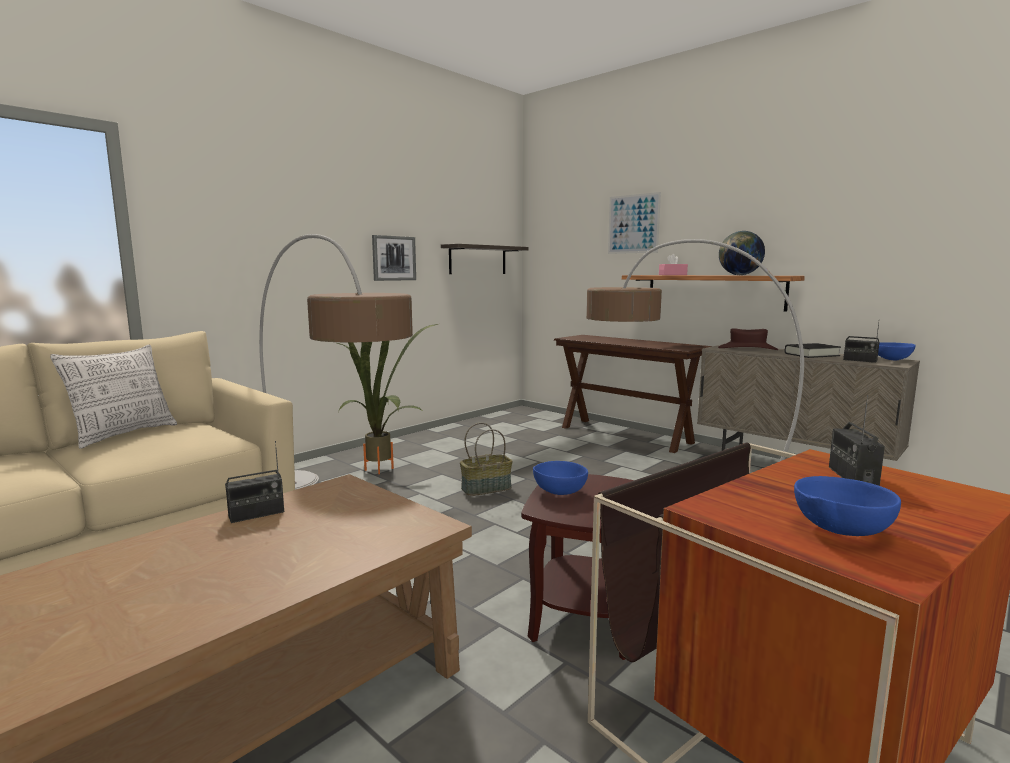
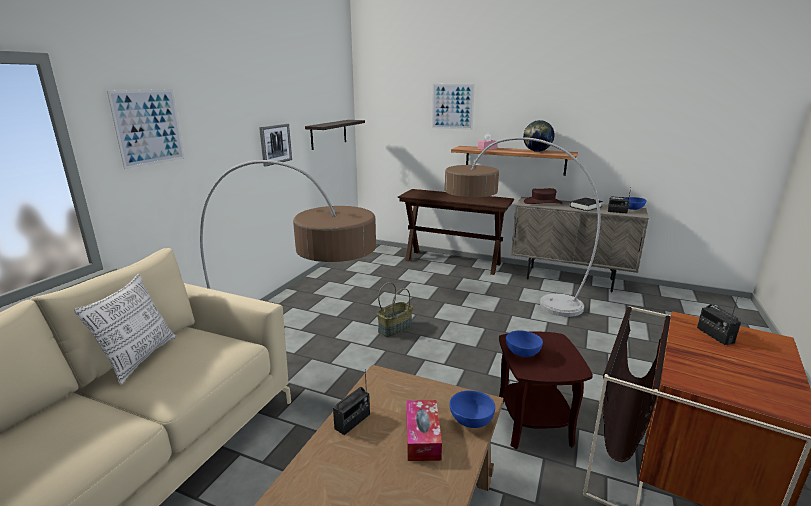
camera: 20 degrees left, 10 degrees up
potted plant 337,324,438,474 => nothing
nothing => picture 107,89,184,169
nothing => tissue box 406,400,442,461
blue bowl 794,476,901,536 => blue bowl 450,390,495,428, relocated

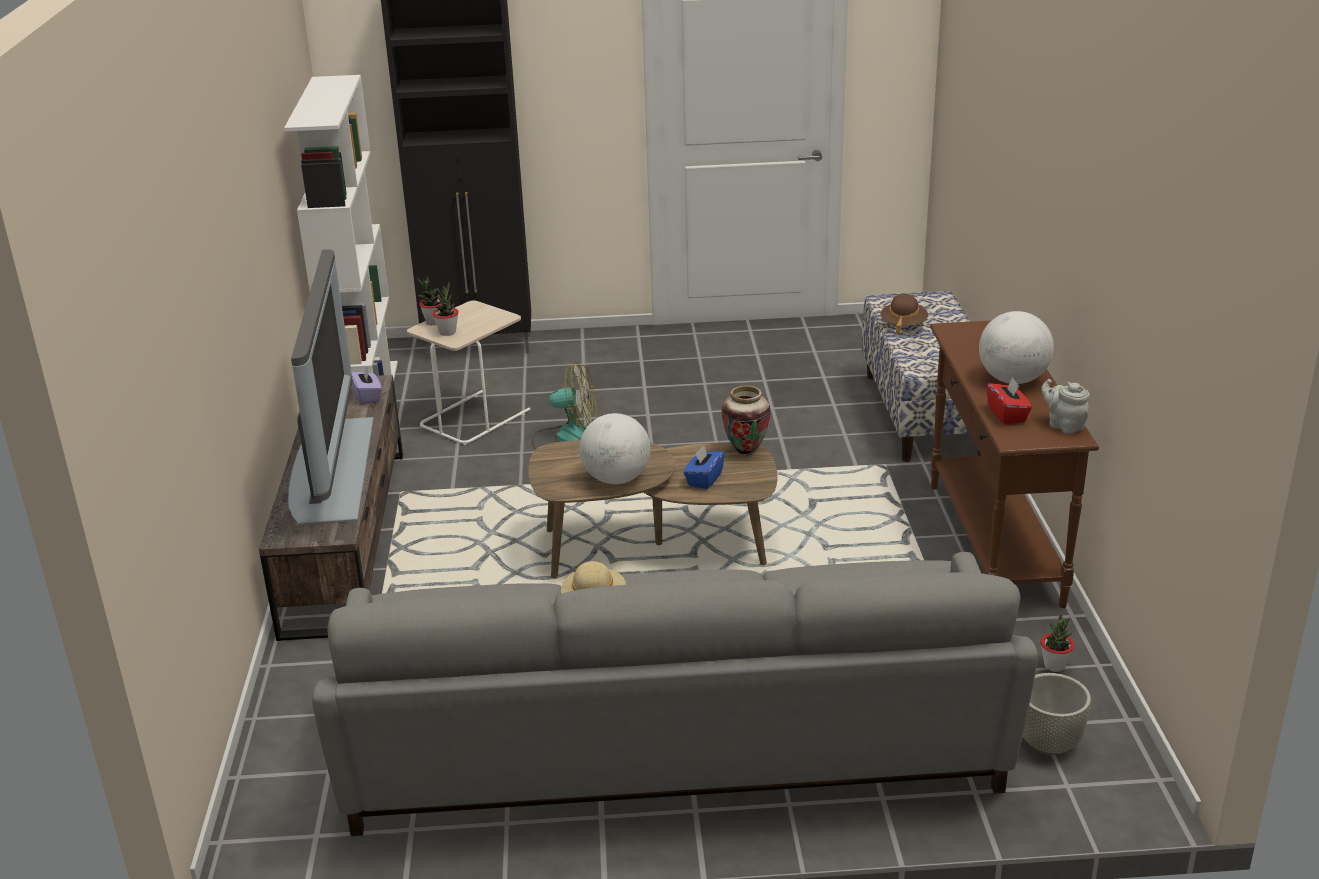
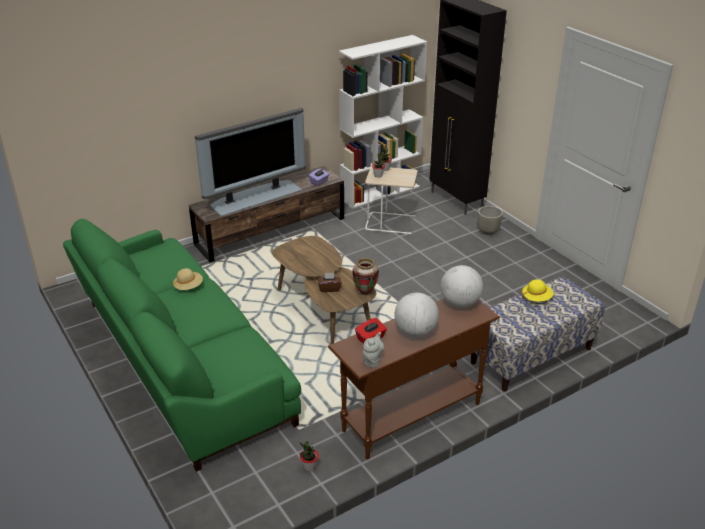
camera: 60 degrees right, 5 degrees up
fan 532,362,596,450 => nothing
globe 580,413,651,484 => globe 441,265,483,308, relocated
grey planter 1023,673,1091,755 => grey planter 478,206,503,235, relocated
grey sofa 312,552,1038,836 => green sofa 63,219,301,472
blue tissue box 684,445,725,489 => brown tissue box 318,273,341,292
brown hat 881,294,928,335 => yellow hat 522,279,553,302

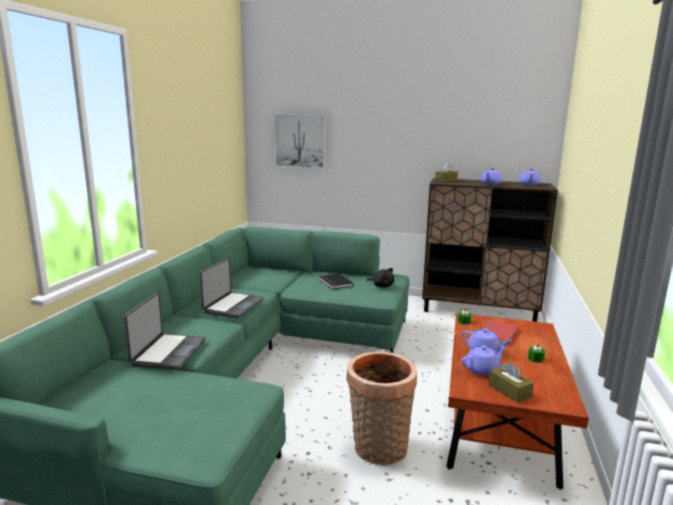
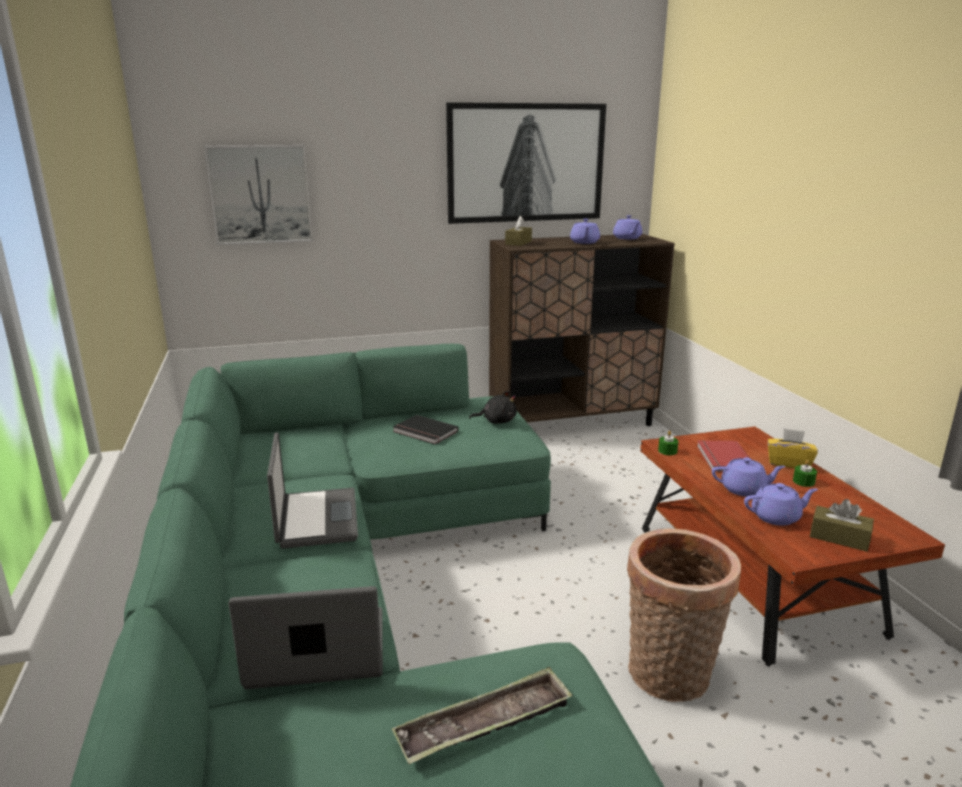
camera: 30 degrees left, 5 degrees up
nothing => tray 392,667,572,764
nothing => picture 446,102,606,224
nothing => yellow tissue box 768,428,818,468
laptop 124,292,206,370 => laptop 228,586,383,689, 75 degrees counterclockwise
purple teapot 462,345,507,376 => purple teapot 744,483,818,526, 45 degrees clockwise

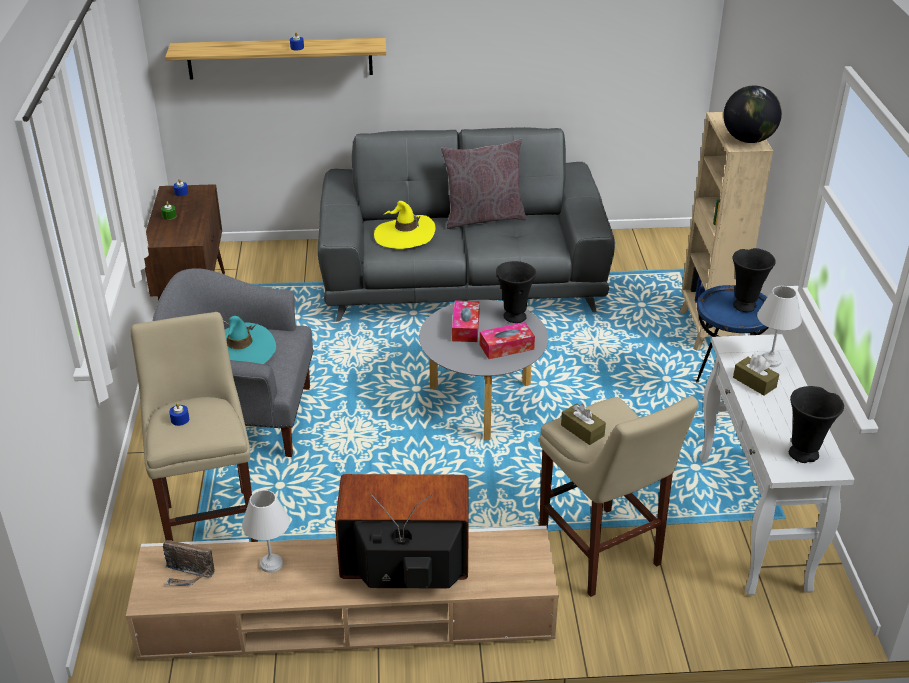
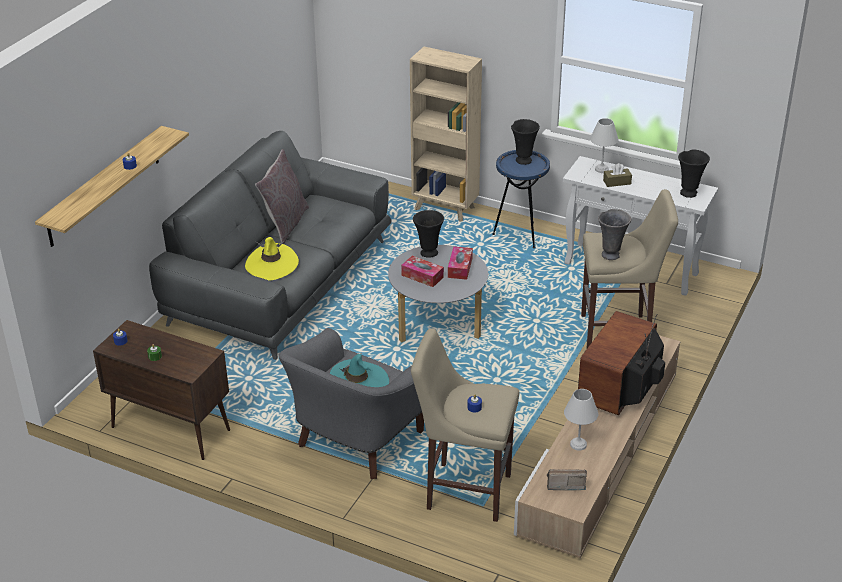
camera: 60 degrees left, 0 degrees up
globe 723,86,782,143 => nothing
brown tissue box 561,403,606,445 => grey vase 598,209,631,260
radio 163,540,215,586 => radio 547,469,587,490, 135 degrees counterclockwise

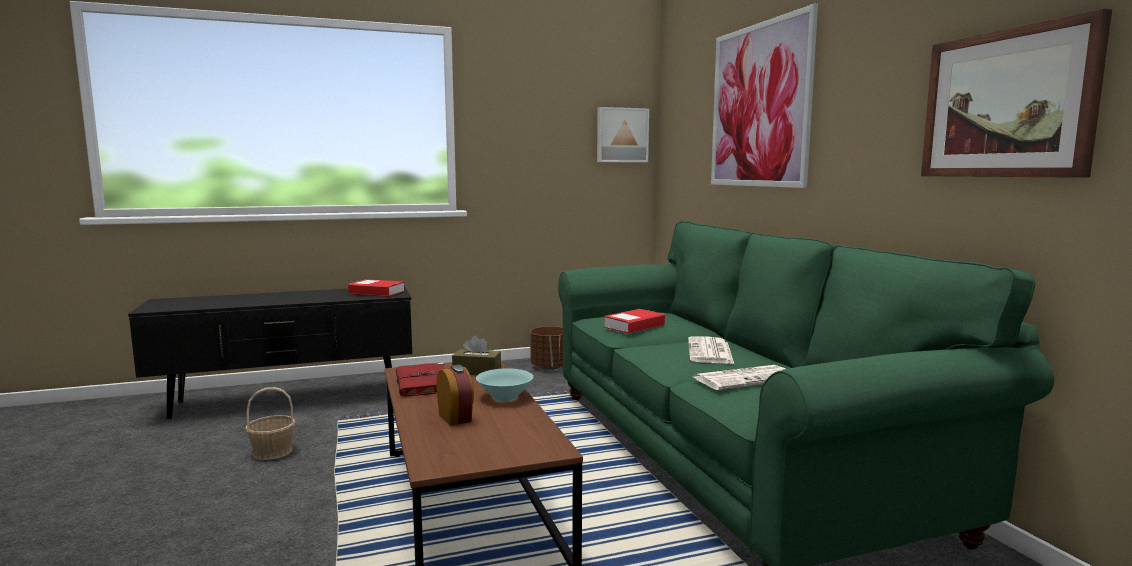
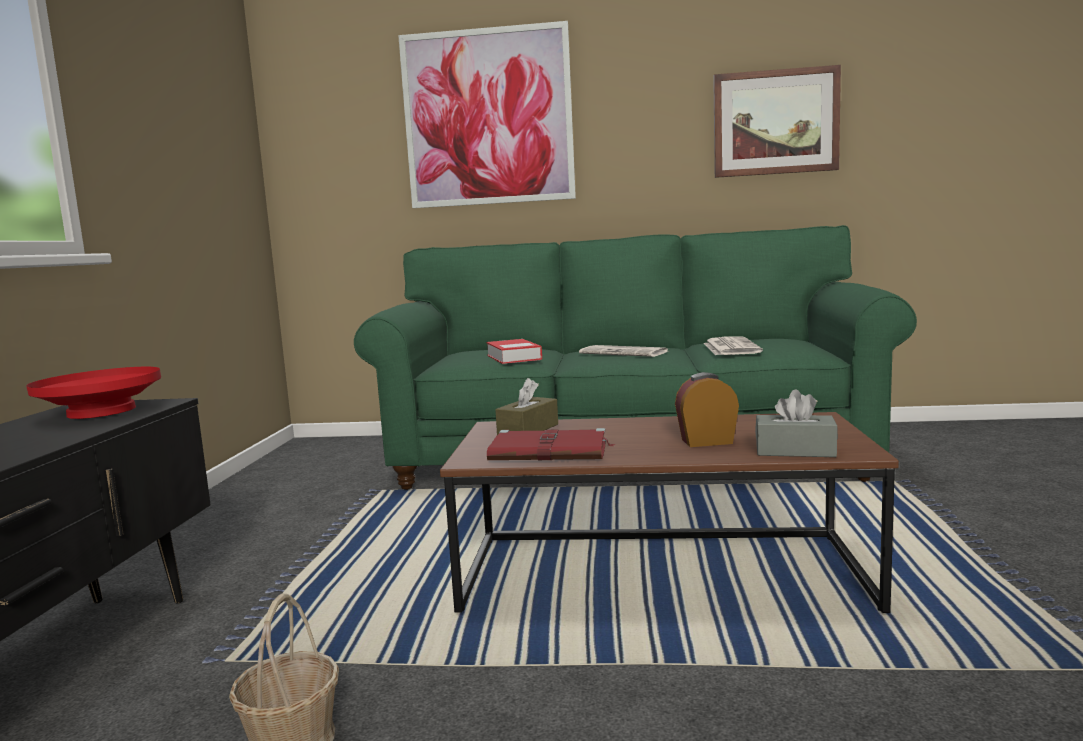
camera: 65 degrees left, 0 degrees up
turquoise bowl 476,368,533,402 => nothing
brown planter 530,326,563,370 => nothing
picture 597,107,649,162 => nothing
nothing => grey tissue box 755,390,838,457
book 348,279,405,297 => red bowl 26,367,161,419

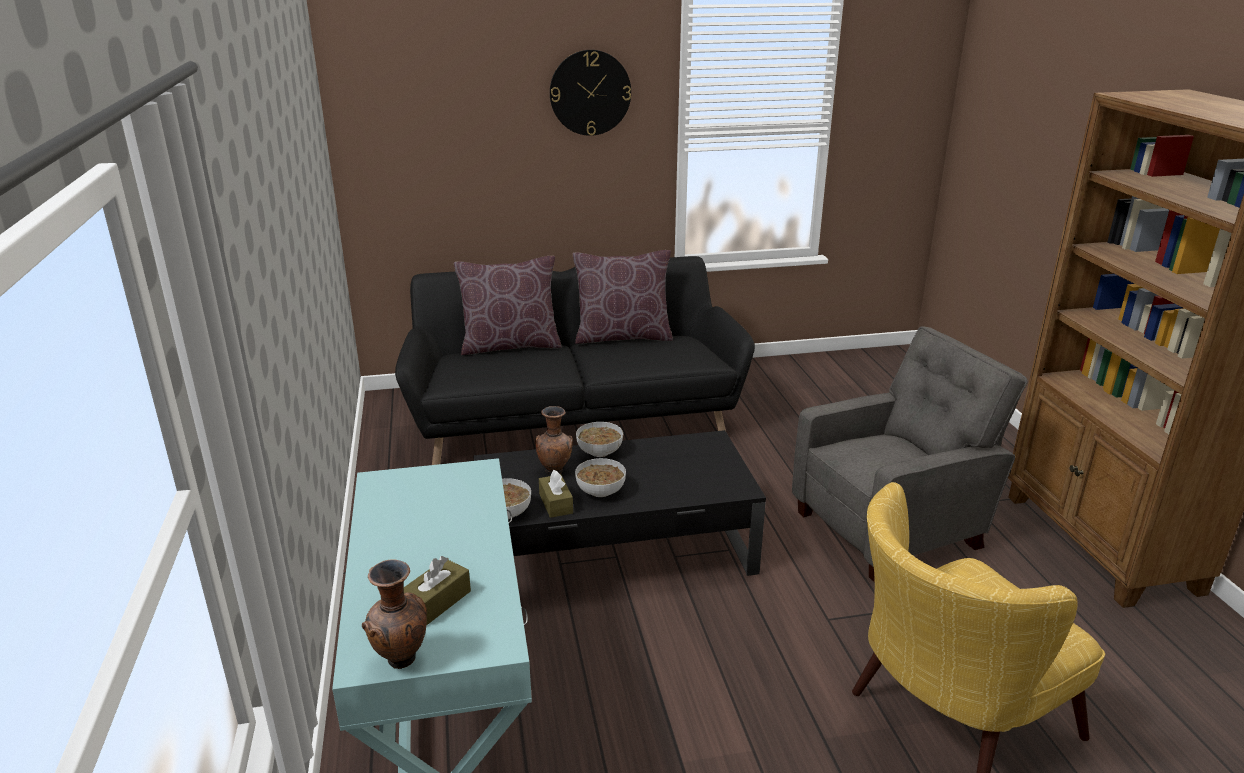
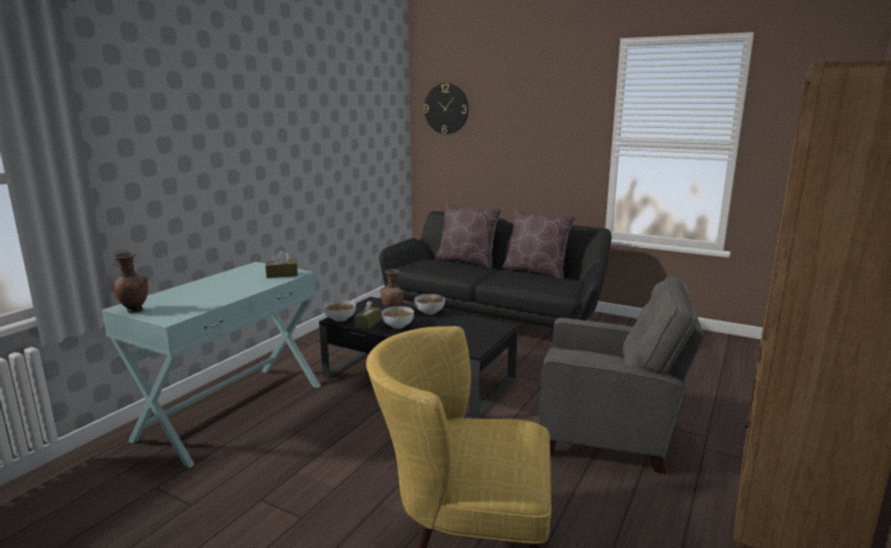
camera: 40 degrees right, 10 degrees down
brown tissue box 403,556,471,626 => brown tissue box 265,250,298,278, relocated
wall clock 550,50,631,136 => wall clock 424,83,469,134, relocated

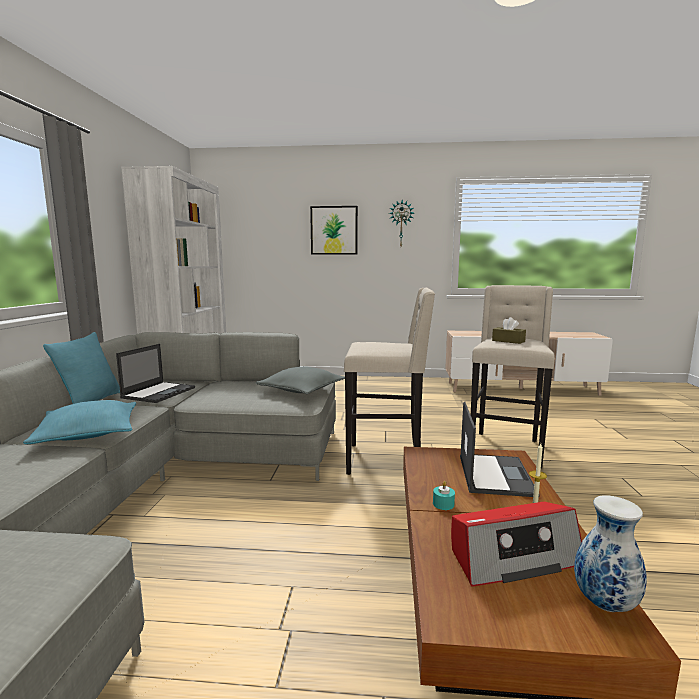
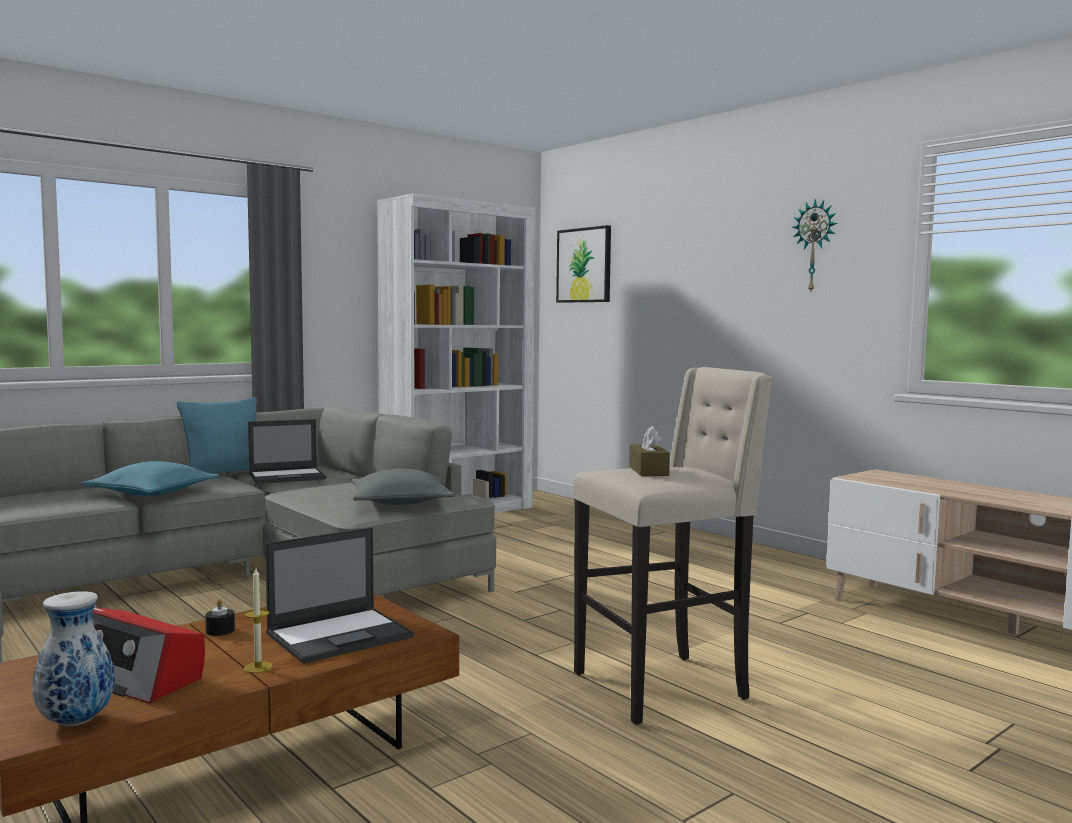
camera: 45 degrees right, 5 degrees down
beige stool 344,287,435,475 => nothing
picture 310,206,358,255 => picture 556,225,611,303, relocated
turquoise candle 433,481,455,510 => black candle 205,599,235,636

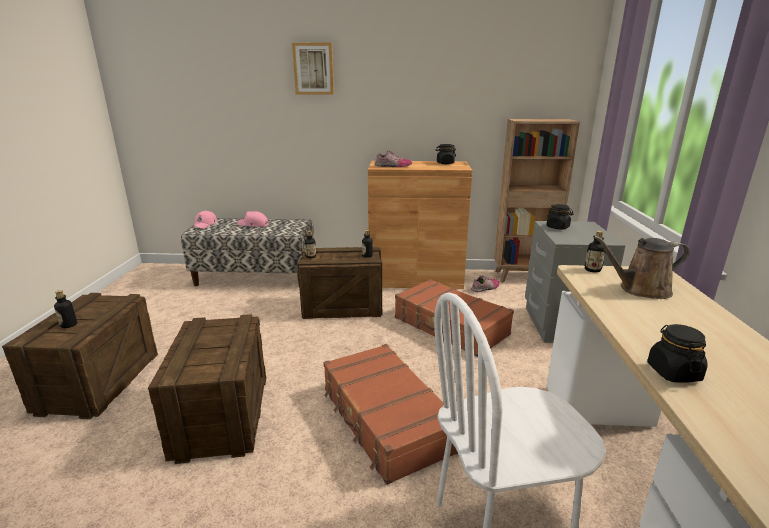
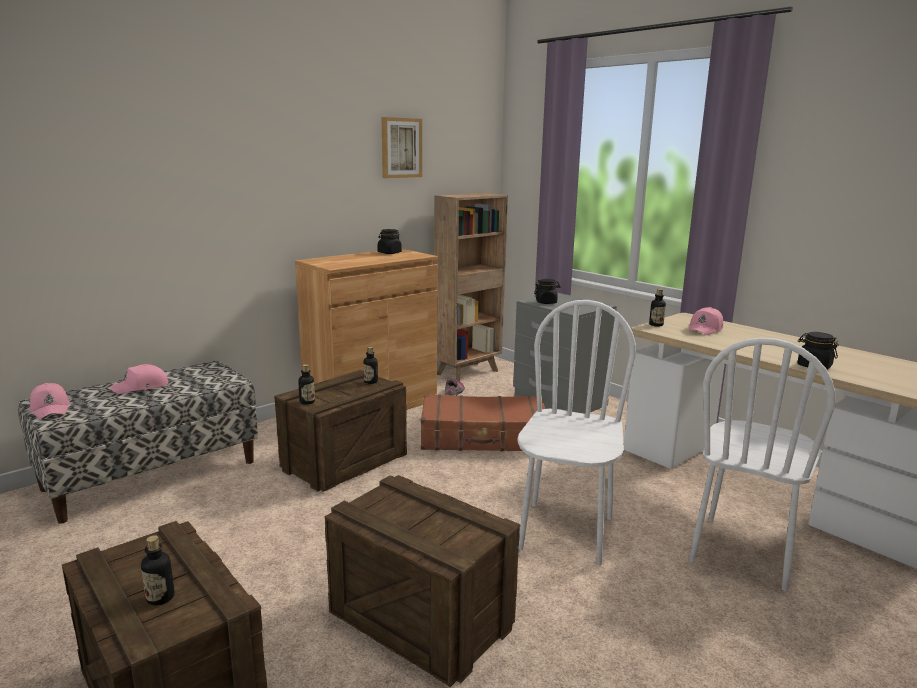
camera: 45 degrees left, 5 degrees down
shoe 375,150,412,167 => nothing
picture 292,43,334,95 => picture 381,117,422,178, relocated
brown suitcase 323,344,458,485 => white chair 517,300,636,565
brown watering can 593,235,690,299 => pink cap 689,307,723,335

